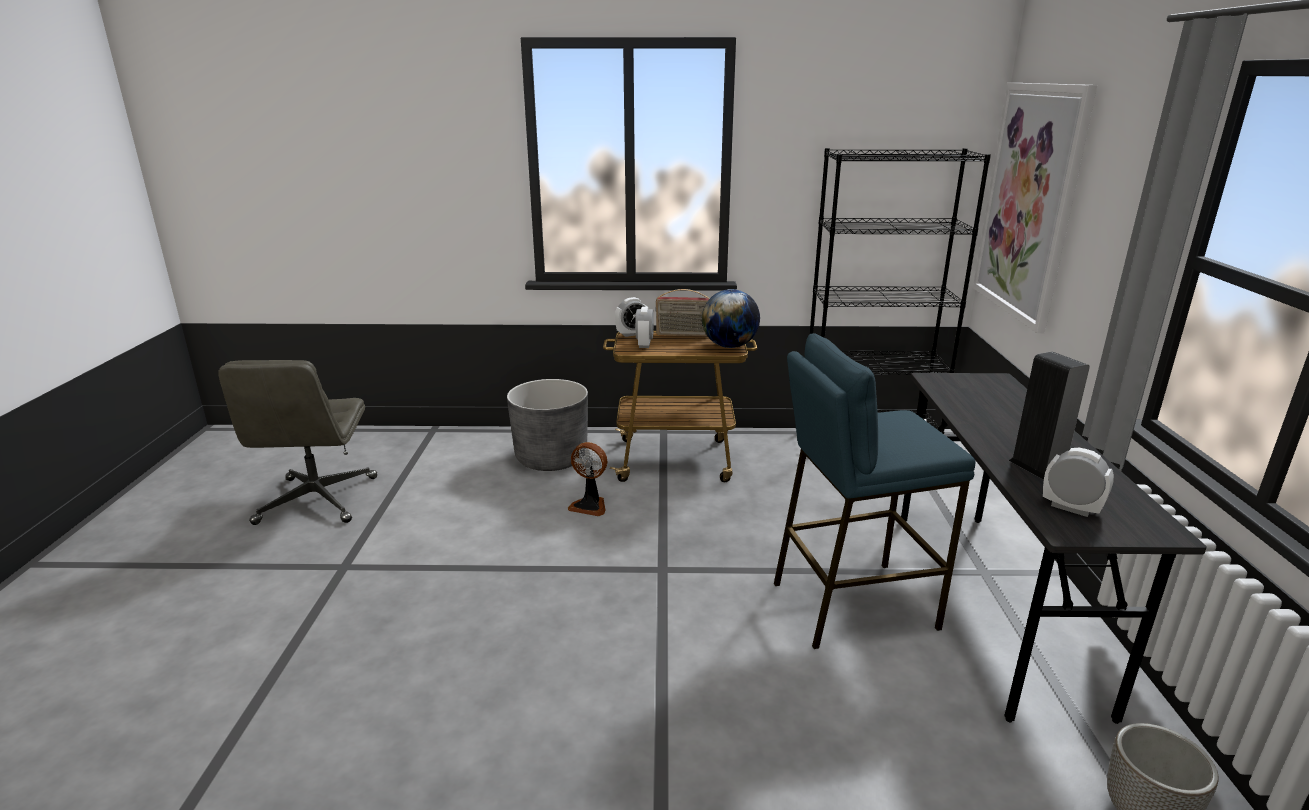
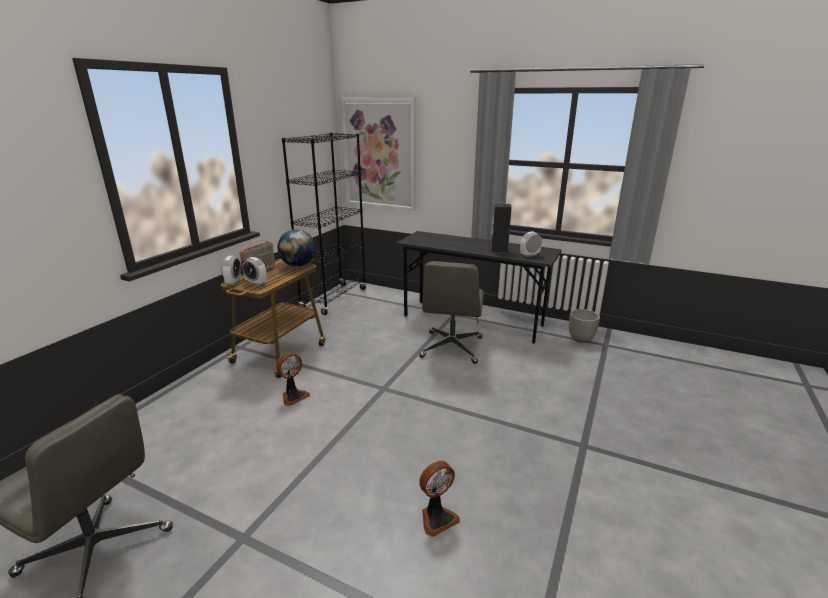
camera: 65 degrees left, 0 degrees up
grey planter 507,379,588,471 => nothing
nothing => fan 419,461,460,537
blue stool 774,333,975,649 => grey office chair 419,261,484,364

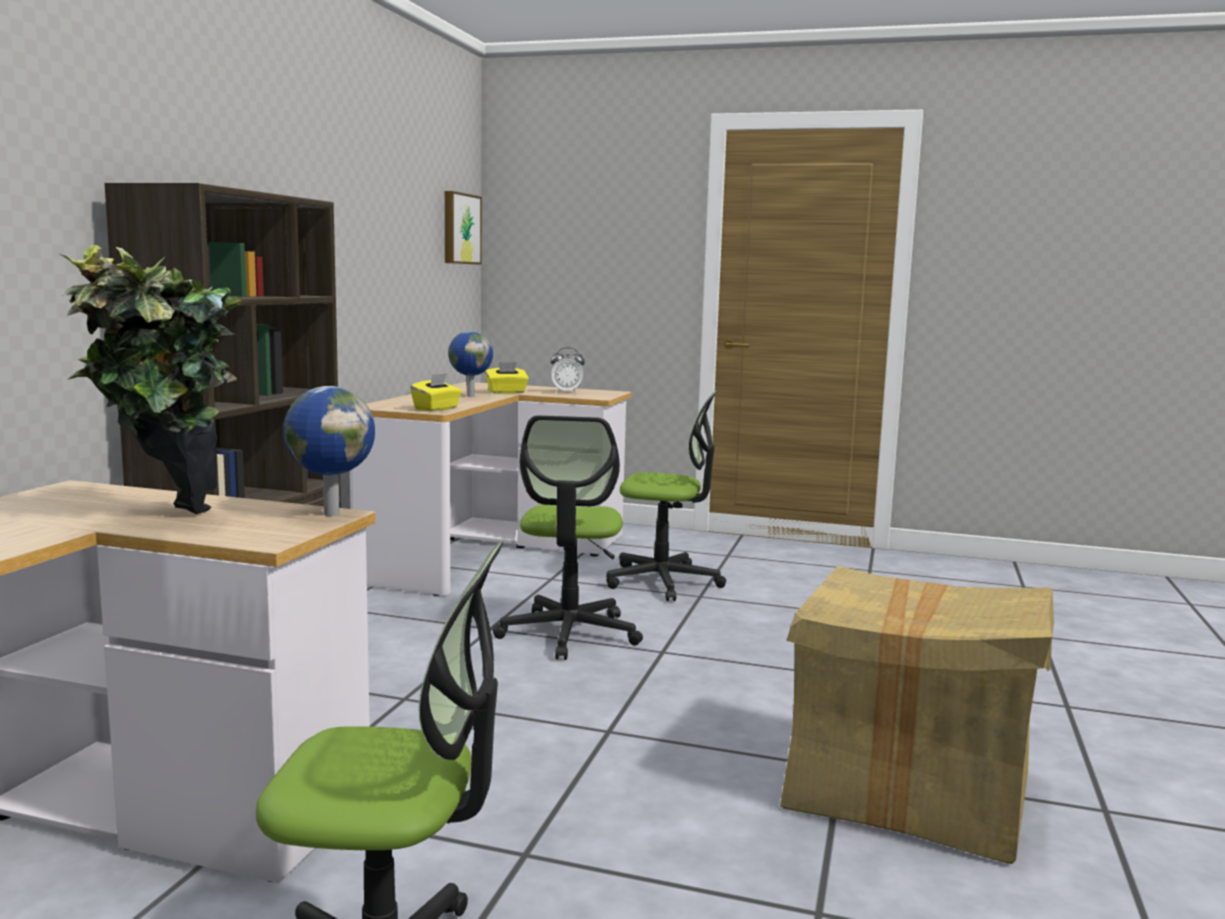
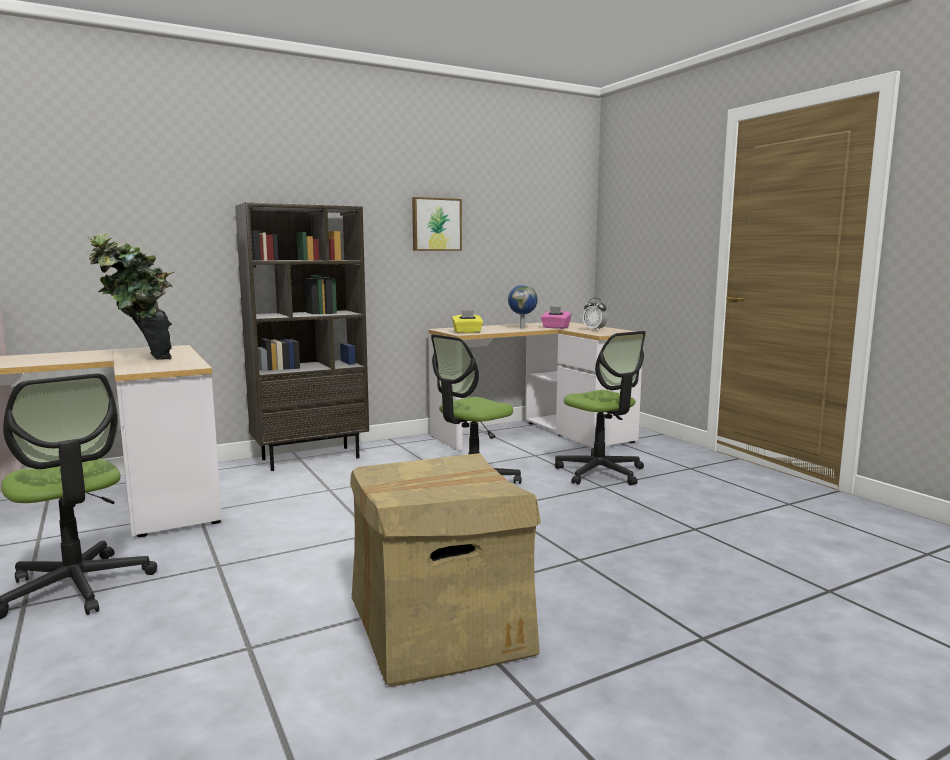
camera: 45 degrees right, 0 degrees up
globe 283,386,375,516 => nothing
picture 445,191,482,265 => picture 412,197,462,251, relocated
yellow tissue box 485,362,529,394 => pink tissue box 541,306,572,329

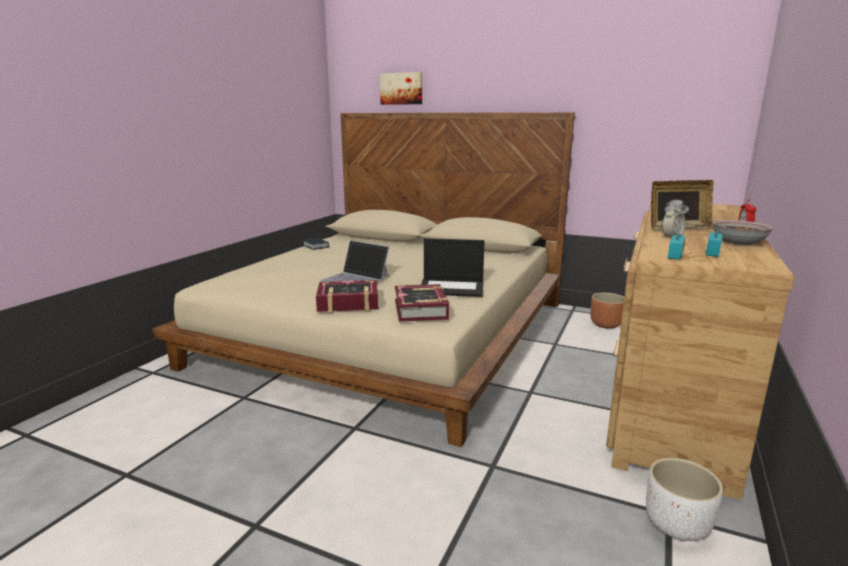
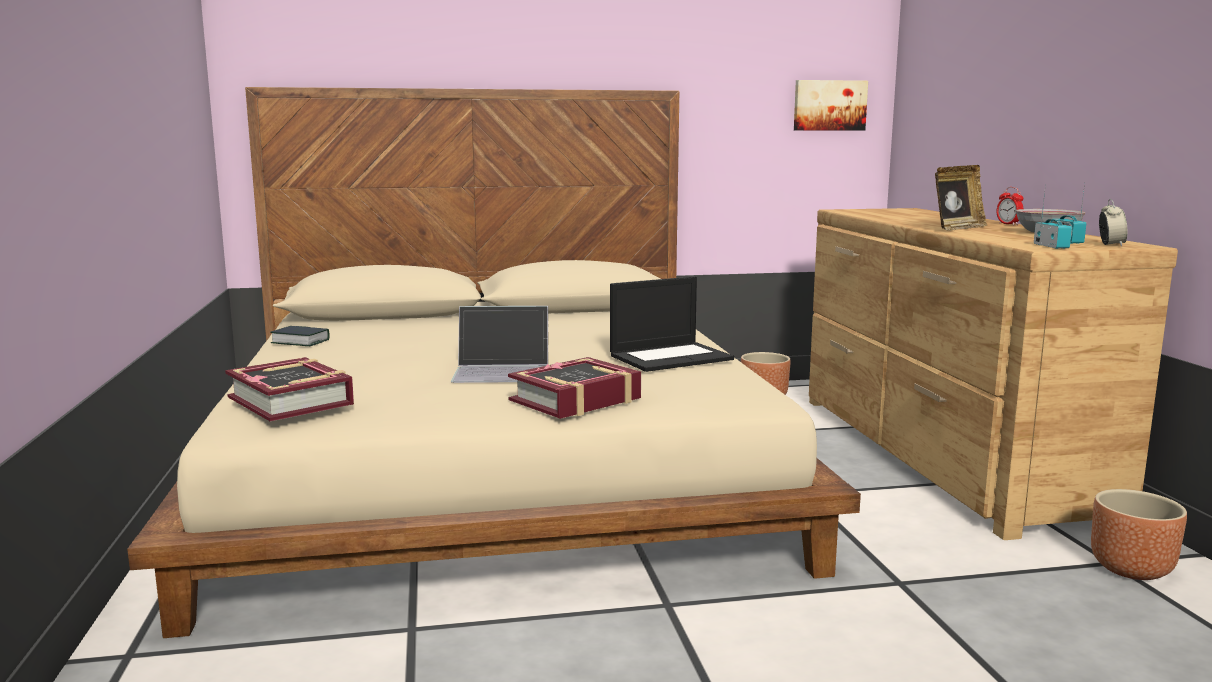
camera: 35 degrees left, 5 degrees down
picture 380,72,422,105 => picture 794,80,868,130, relocated
book 395,284,449,322 => book 225,357,354,421, relocated
alarm clock 662,205,686,237 => alarm clock 1099,199,1127,246, relocated
white planter 646,458,723,541 => brown planter 1091,489,1187,580

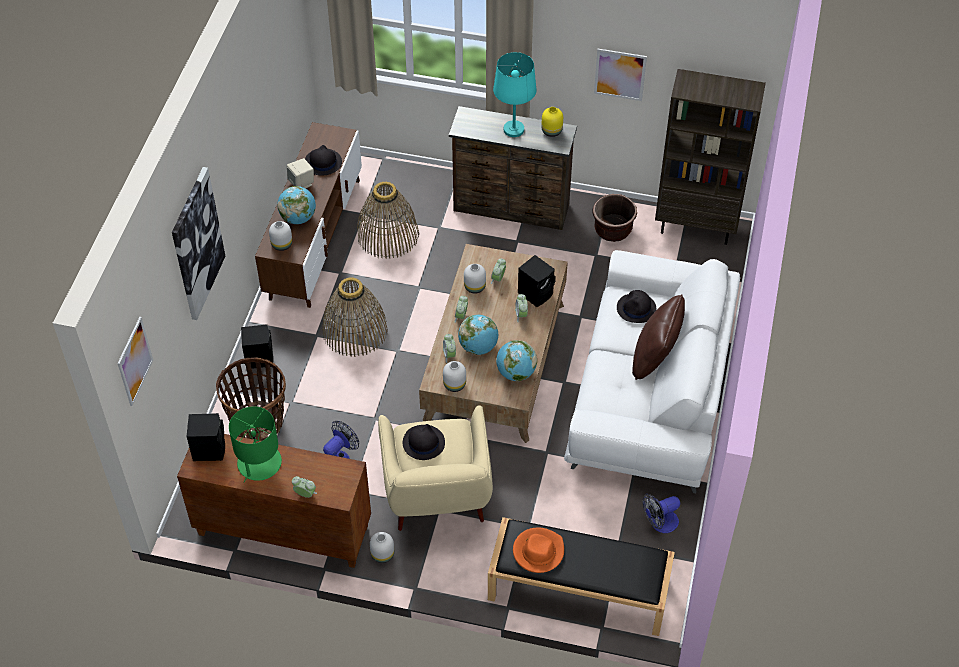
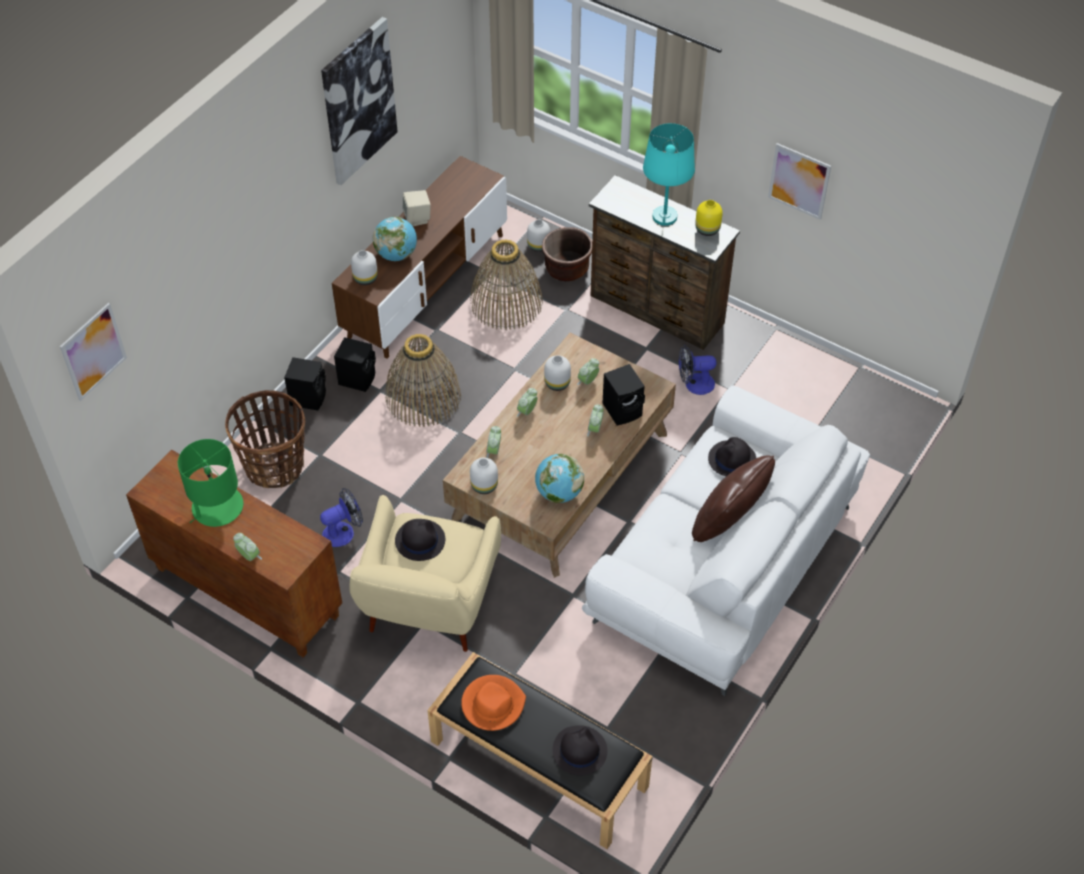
camera: 20 degrees right, 0 degrees up
globe 458,315,498,355 => nothing
brown bookcase 655,69,766,245 => nothing
picture 172,167,225,320 => picture 321,17,398,185, relocated
black speaker 187,413,225,461 => black speaker 334,337,376,392, relocated
black hat 305,145,342,176 => black hat 552,725,607,776, relocated
white vase 370,532,394,563 => white vase 527,220,550,252, relocated
brown planter 592,194,637,242 => brown planter 542,227,592,281, relocated
fan 643,494,680,533 => fan 679,345,717,395, relocated

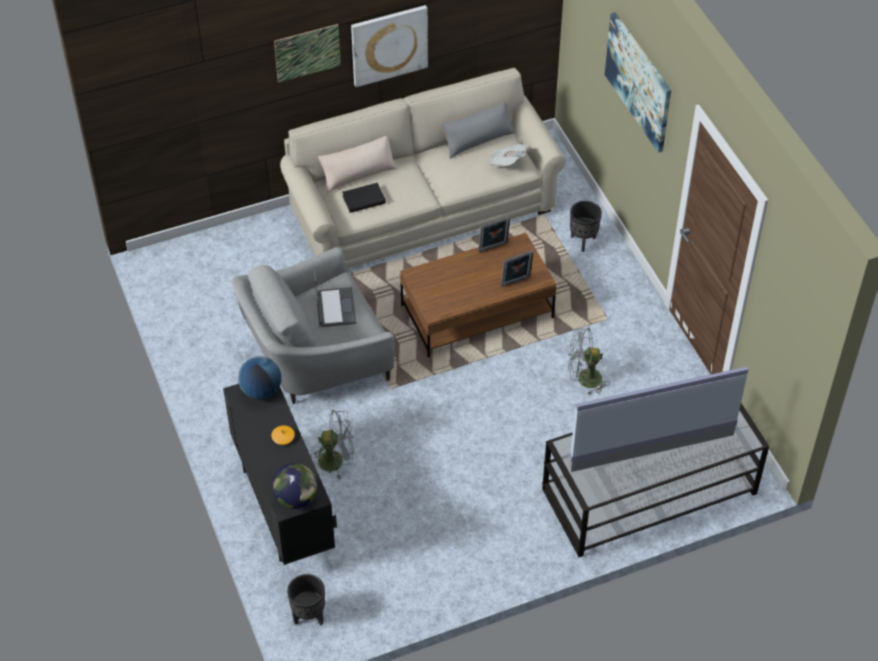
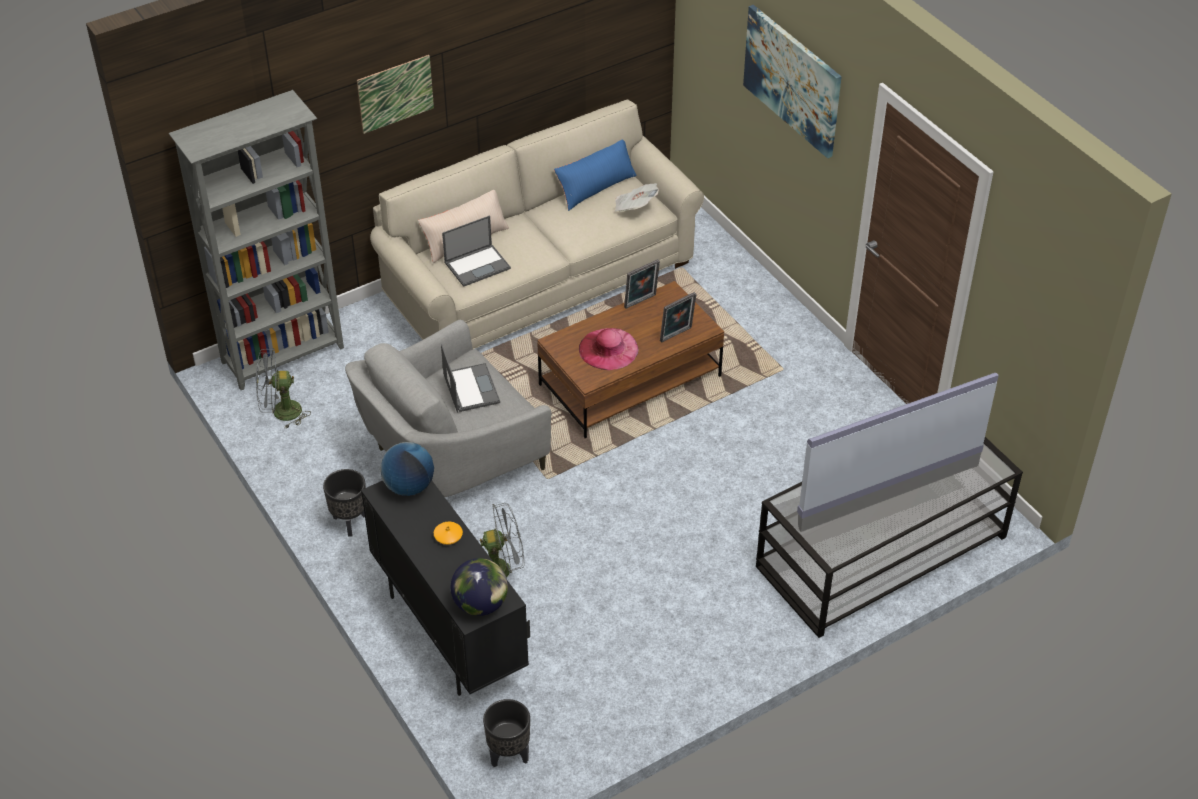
camera: 10 degrees left, 5 degrees down
picture 351,5,428,87 => nothing
nothing => grey bookcase 168,90,344,390
nothing => pink hat 579,328,639,370
grey fan 568,328,610,396 => grey fan 256,348,311,429, relocated
black planter 570,201,602,252 => black planter 323,469,366,537, relocated
black book 342,183,386,213 => laptop 442,215,511,287
grey pillow 441,102,514,159 => blue pillow 554,139,637,211

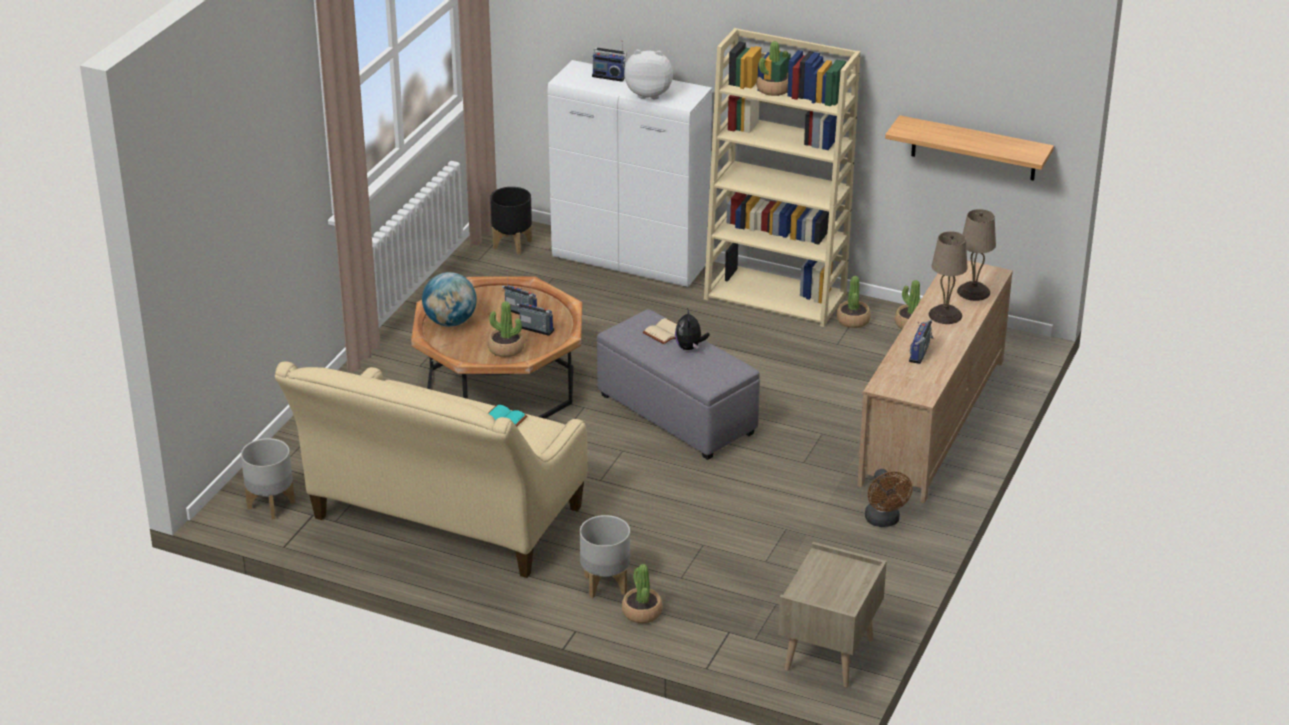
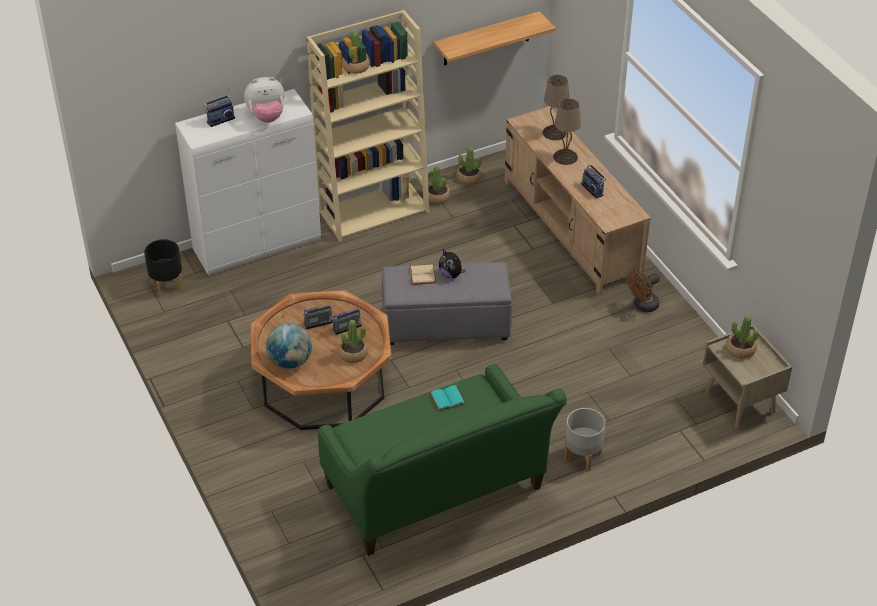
camera: 50 degrees left, 10 degrees up
grey planter 241,438,295,519 => nothing
potted plant 622,564,663,623 => potted plant 726,316,758,358, relocated
beige sofa 275,361,587,578 => green sofa 318,364,567,556
plush toy 624,50,673,99 => plush toy 244,77,285,123, 150 degrees counterclockwise
brown fan 865,469,912,527 => brown fan 628,270,660,312, 120 degrees clockwise

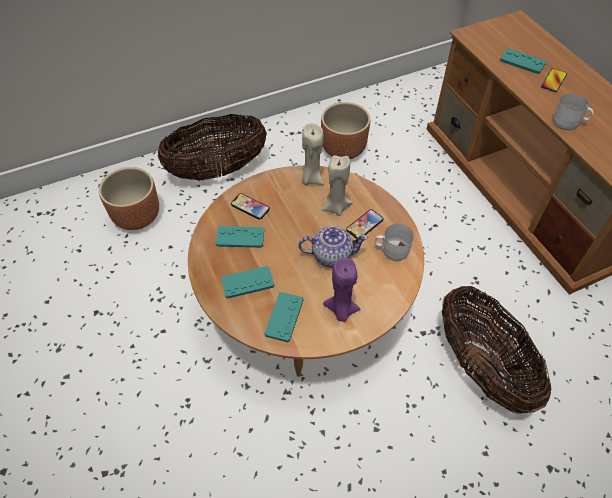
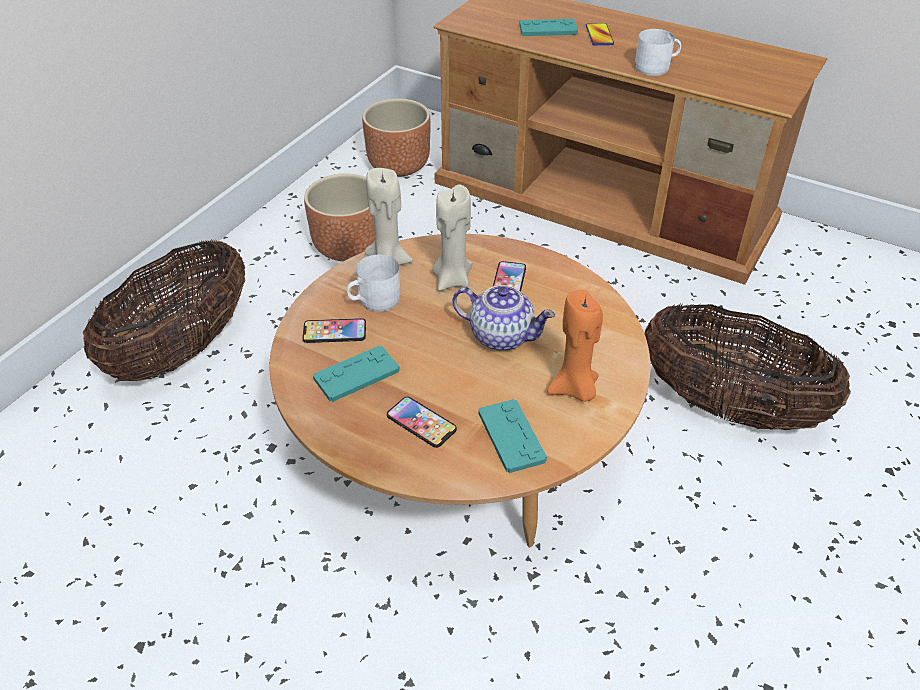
camera: 35 degrees left, 10 degrees down
brown planter 99,167,159,230 => brown planter 362,99,431,177, relocated
white mug 375,223,414,261 => white mug 347,254,400,312, relocated
turquoise game controller 221,266,274,299 => phone 387,397,457,448
purple candle 323,258,360,322 => orange candle 547,290,603,402
teapot 298,226,368,268 => teapot 452,285,555,351, 60 degrees clockwise

